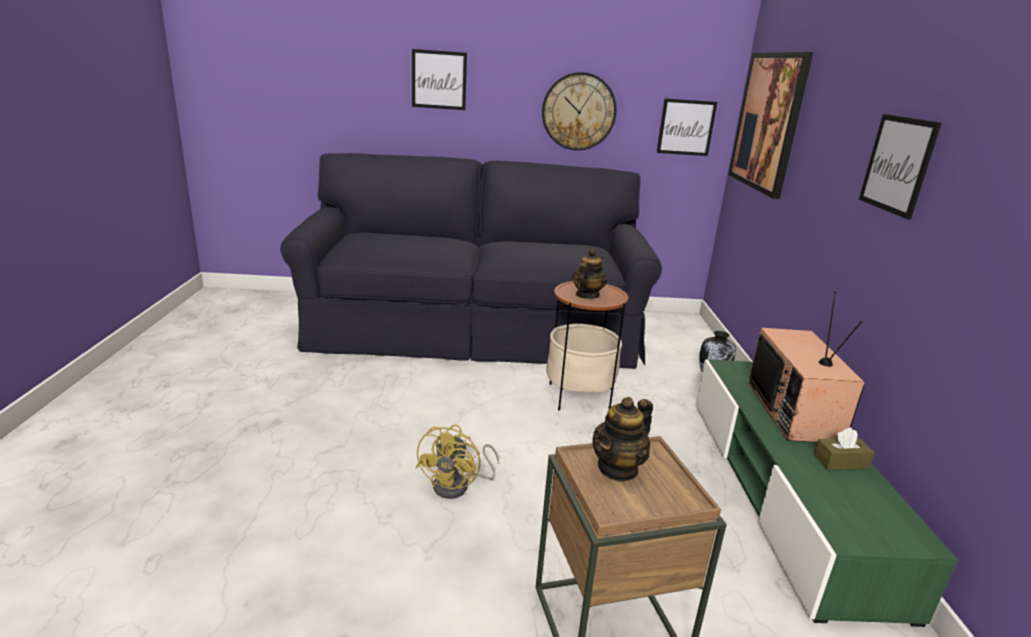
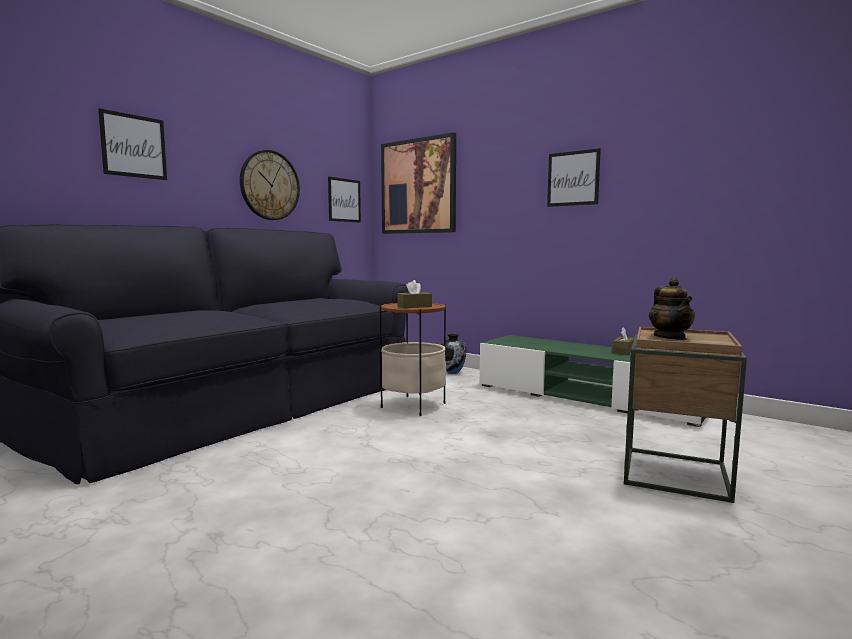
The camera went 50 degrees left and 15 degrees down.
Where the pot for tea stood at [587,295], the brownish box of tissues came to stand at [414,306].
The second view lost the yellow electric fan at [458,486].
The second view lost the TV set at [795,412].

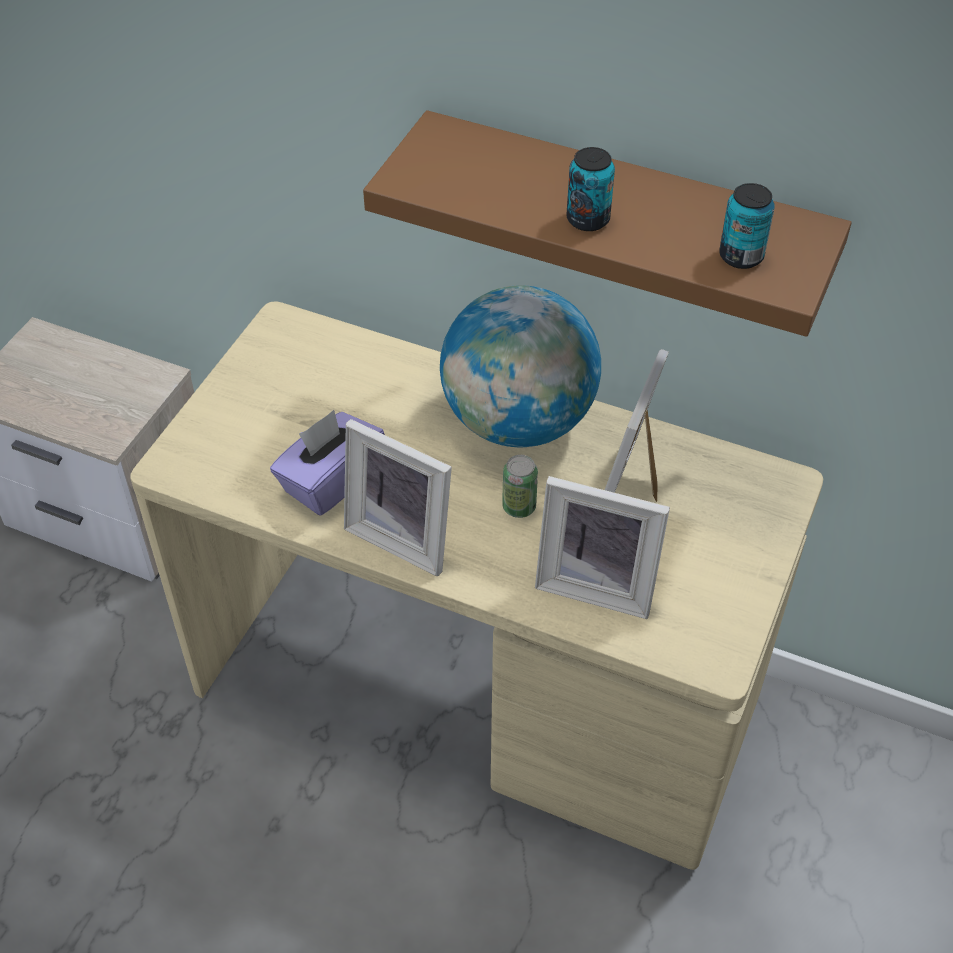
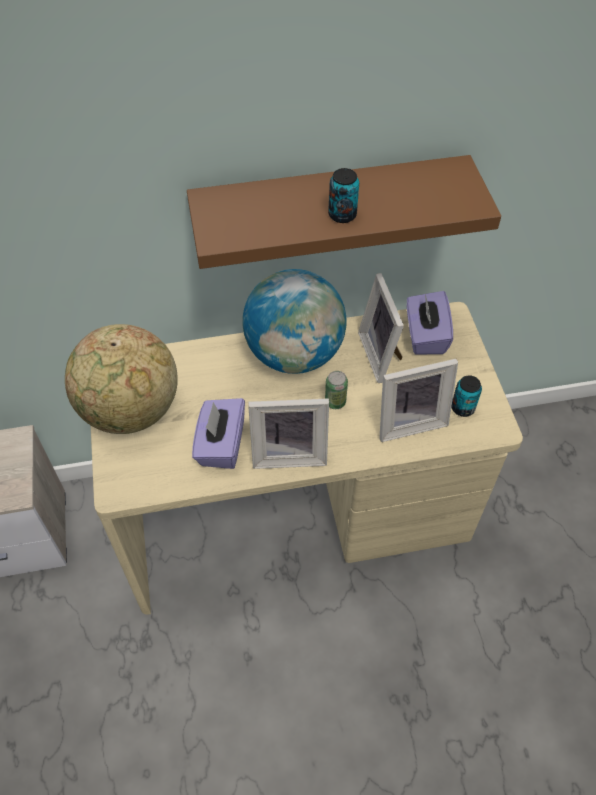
The camera went 35 degrees left and 5 degrees up.
The second view gained the globe at [131,411].
The second view gained the purple-coloured box of tissues at [425,336].
The metal can ended up elsewhere, having gone from [741,256] to [462,408].

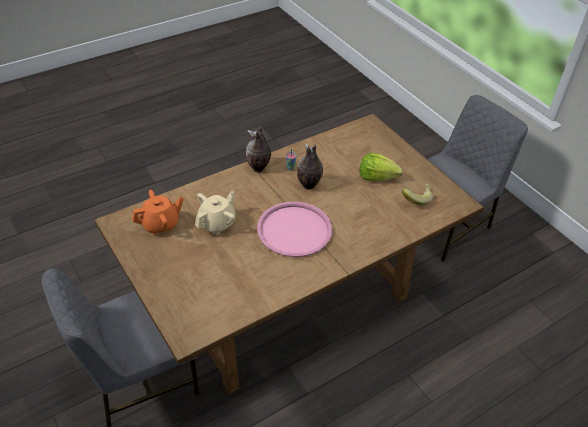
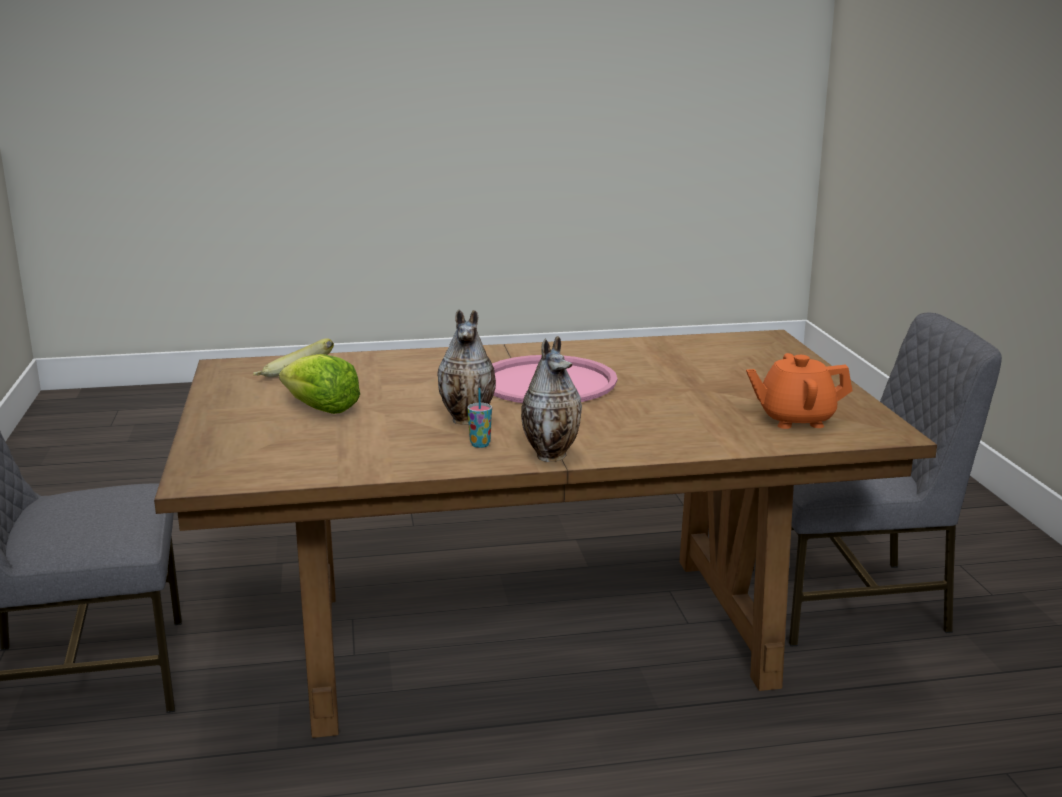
The camera went 155 degrees left and 25 degrees down.
The second view lost the beige pot for tea at [217,223].

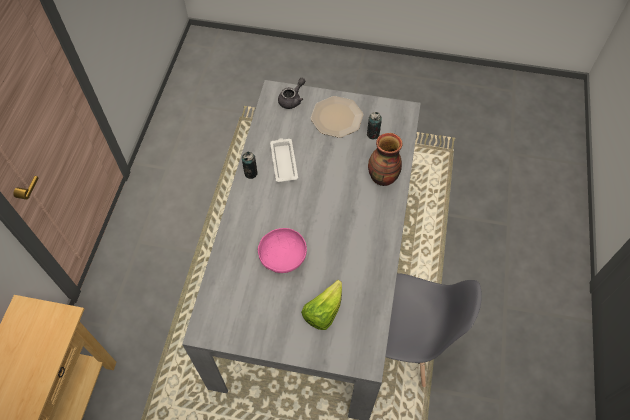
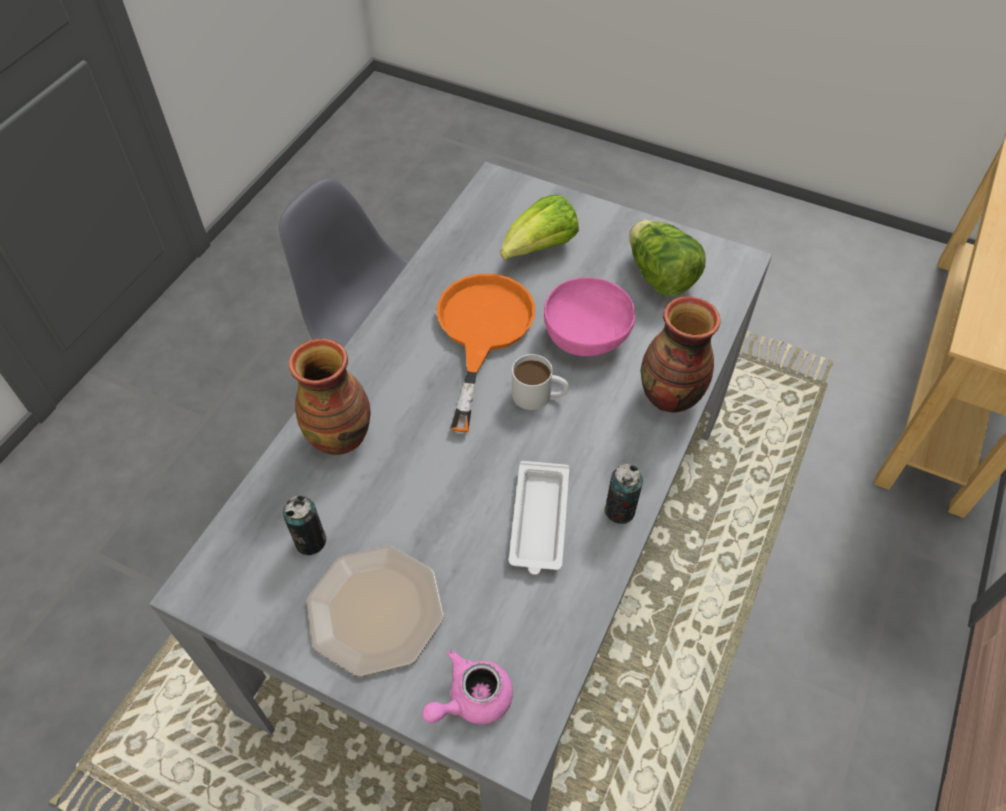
The camera went 165 degrees left and 5 degrees down.
What was the grey pot for tea at [292,100] turned into the pink pot for tea at [471,699].
The second view gained the orange-coloured skillet at [482,332].
The second view gained the white mug at [539,395].
The second view gained the lettuce at [659,276].
The second view gained the flower vase at [669,396].

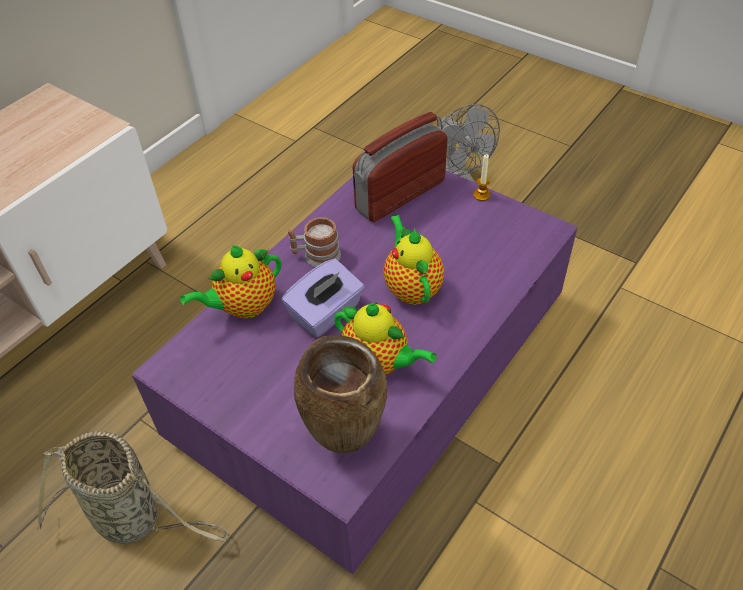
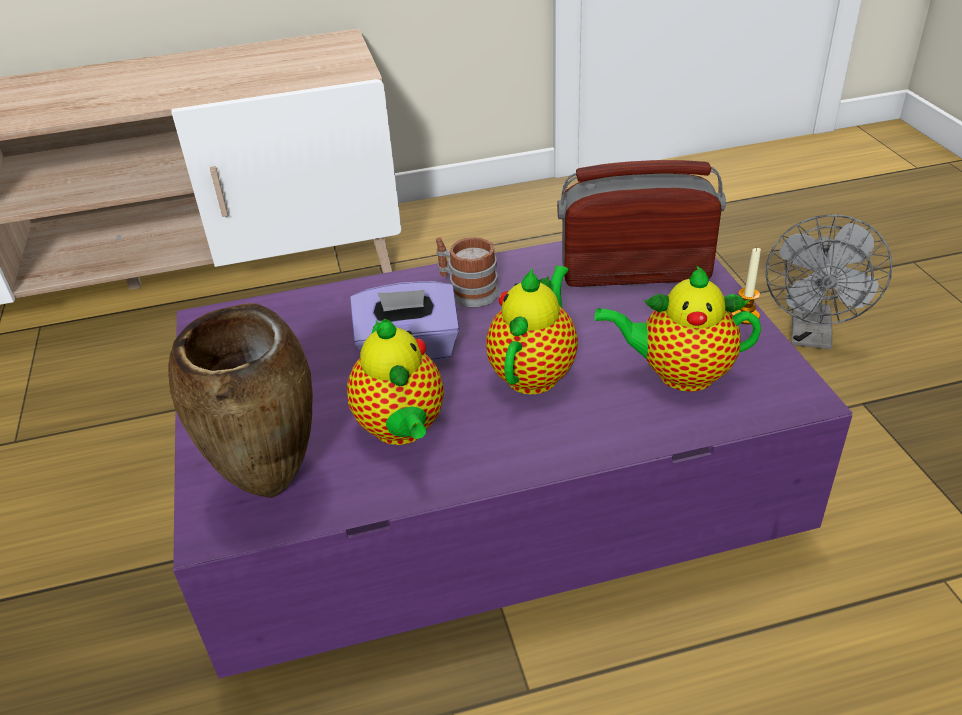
The camera went 40 degrees right and 10 degrees down.
The pot for tea ended up elsewhere, having gone from [243,307] to [679,374].
The second view lost the household basket at [132,518].

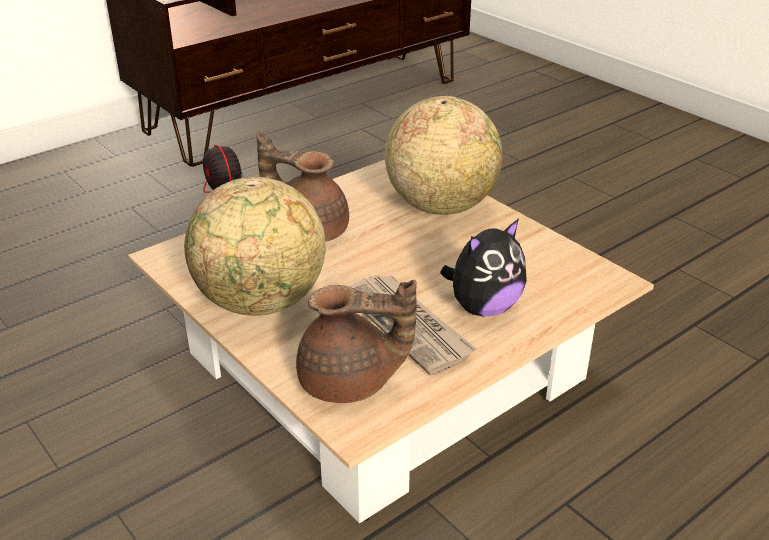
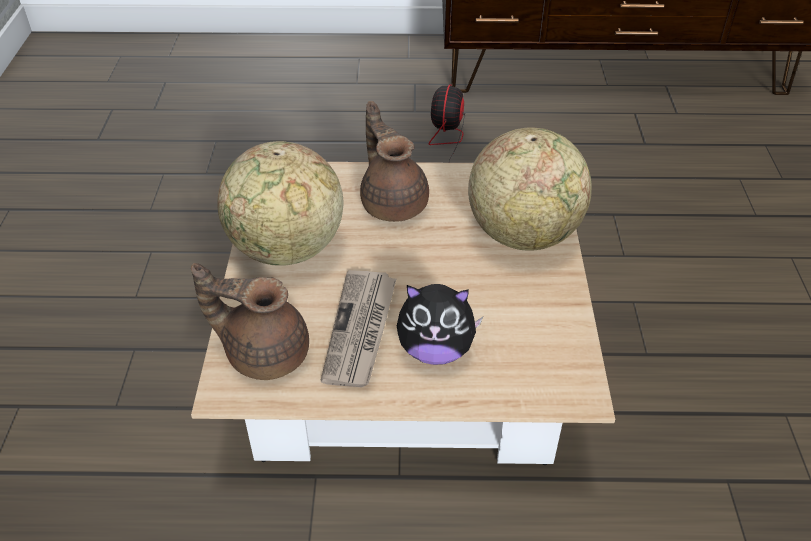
The camera went 40 degrees right and 10 degrees up.
The brownish pot for tea at [350,383] ended up facing another way, 150 degrees clockwise from before.

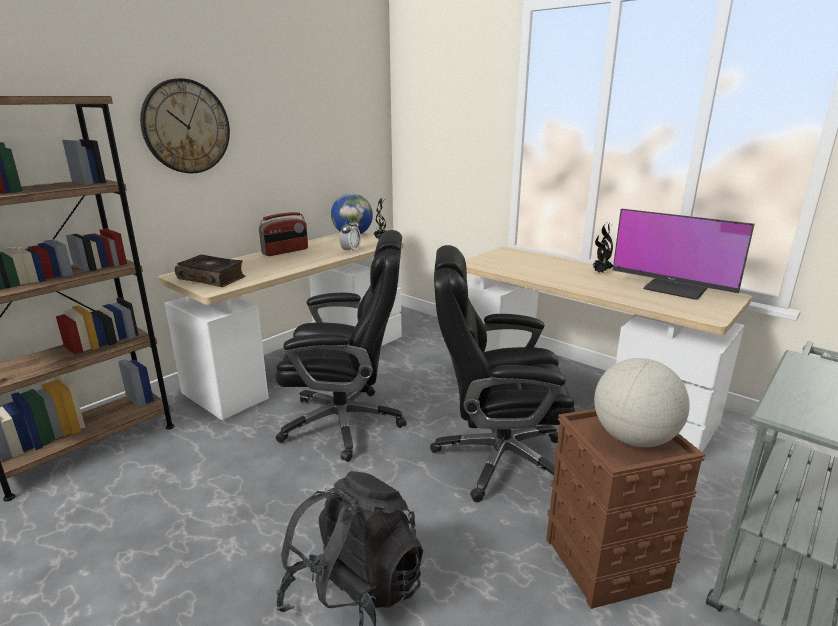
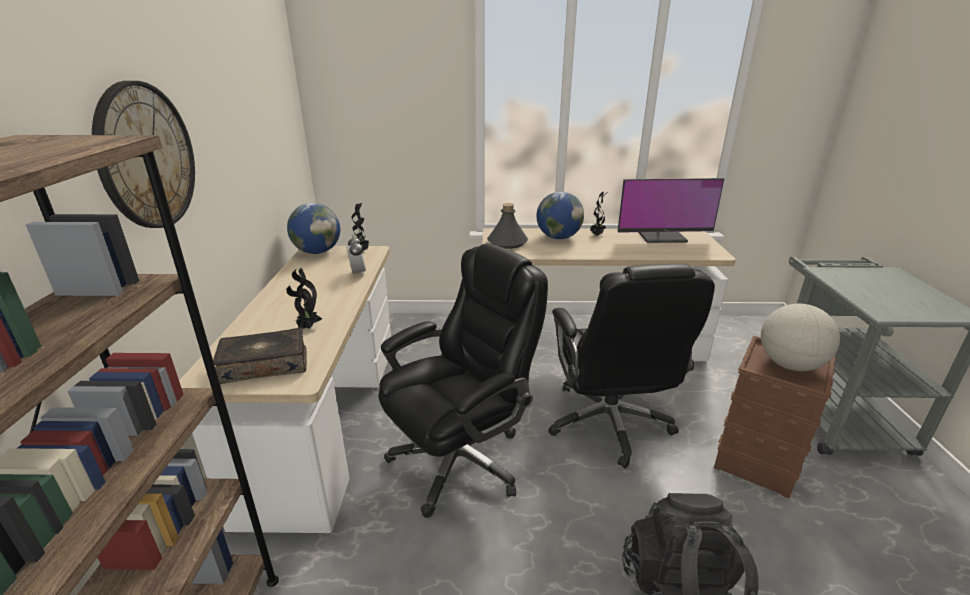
The camera went 40 degrees left and 5 degrees up.
The second view gained the plant in a pot at [308,327].
The second view gained the grey bottle at [507,243].
The second view gained the globe at [558,237].
The black computer chair at [497,458] ended up facing another way, 60 degrees counterclockwise from before.
The second view lost the radio set at [285,251].

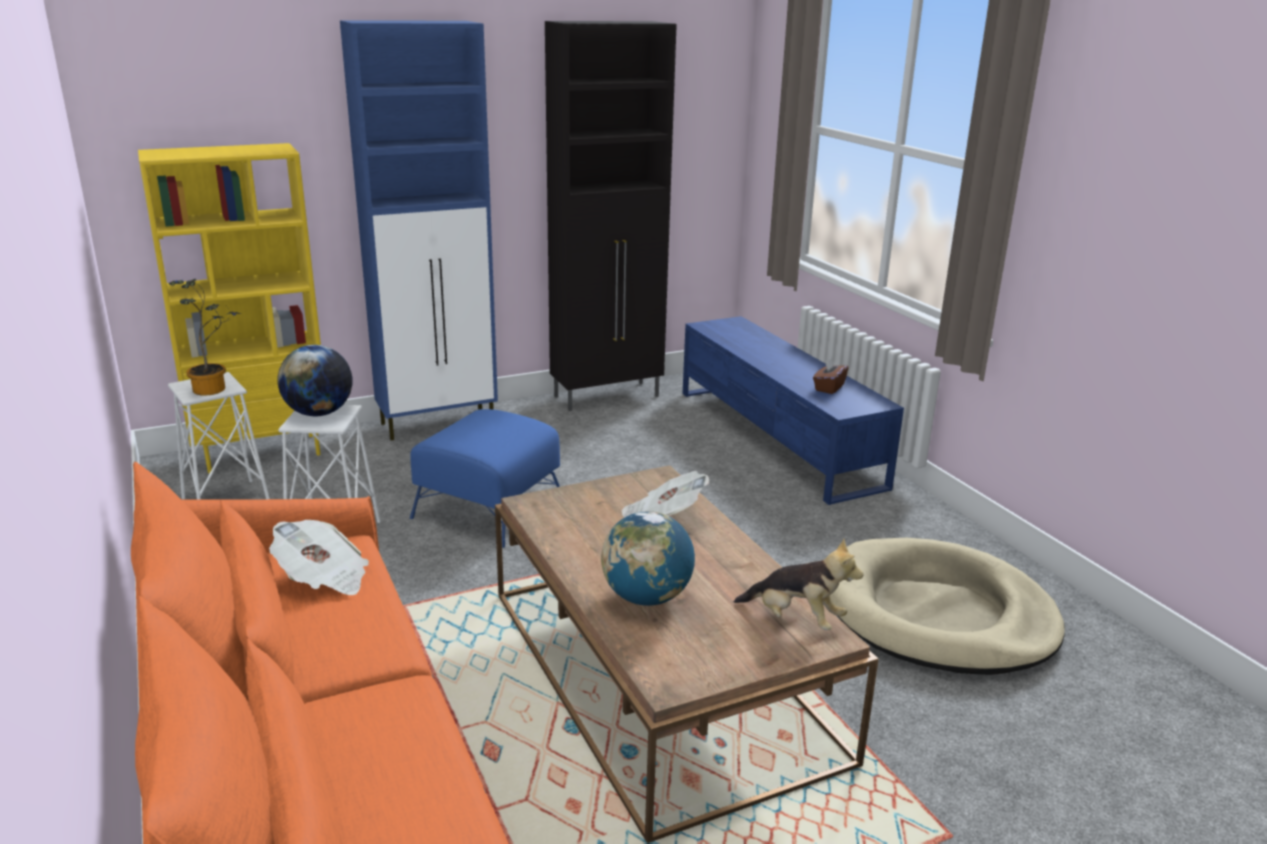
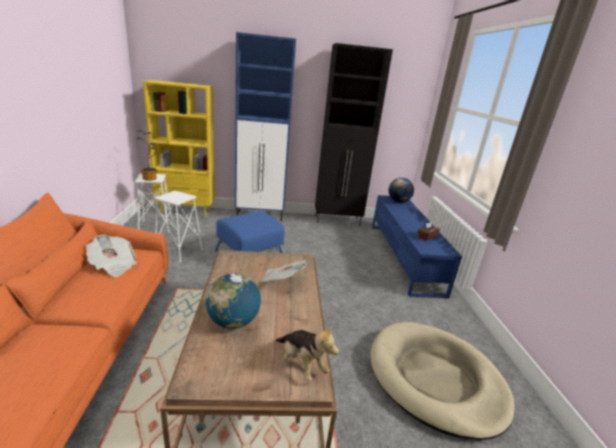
The camera went 20 degrees right and 0 degrees up.
The globe ended up elsewhere, having gone from [319,413] to [398,201].

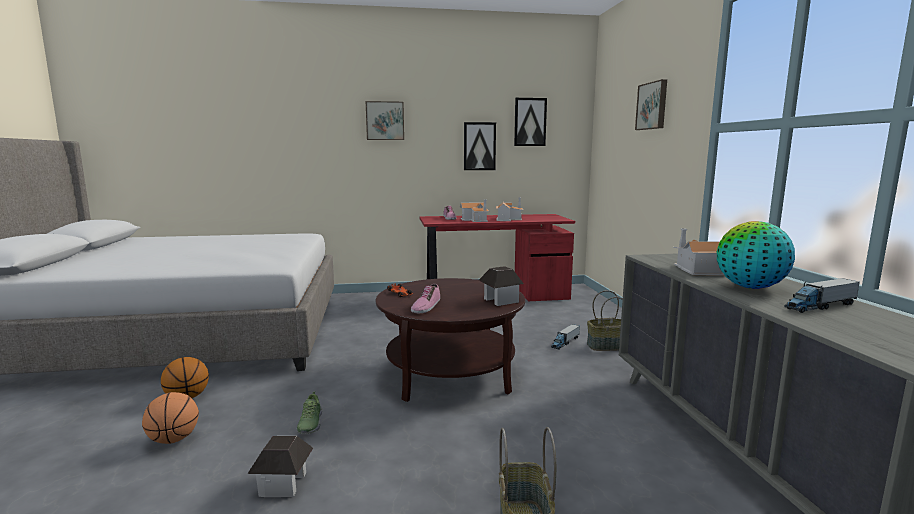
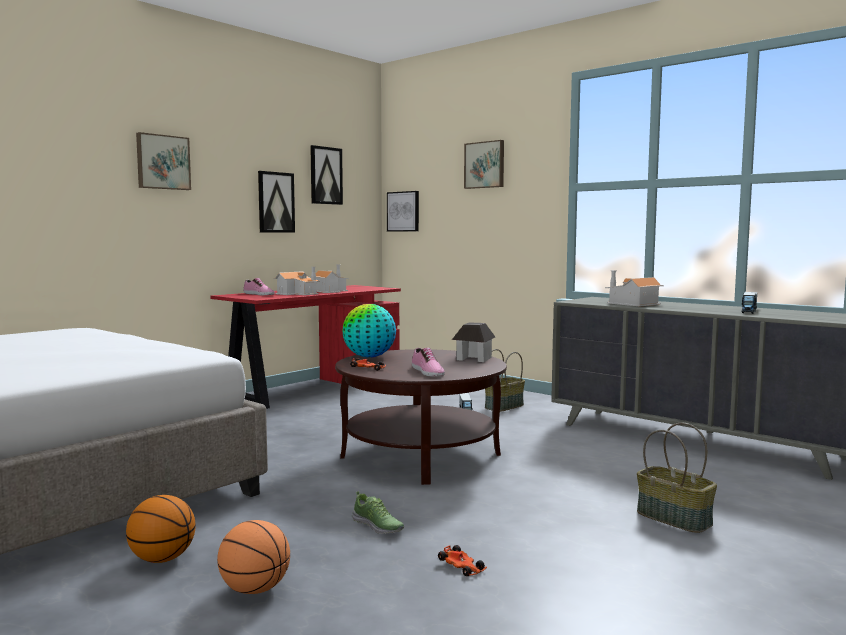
The camera went 40 degrees left and 5 degrees down.
The globe ended up elsewhere, having gone from [750,287] to [369,357].
The second view gained the wall picture at [403,211].
Where the toy house stood at [283,484], the miniature car came to stand at [462,567].

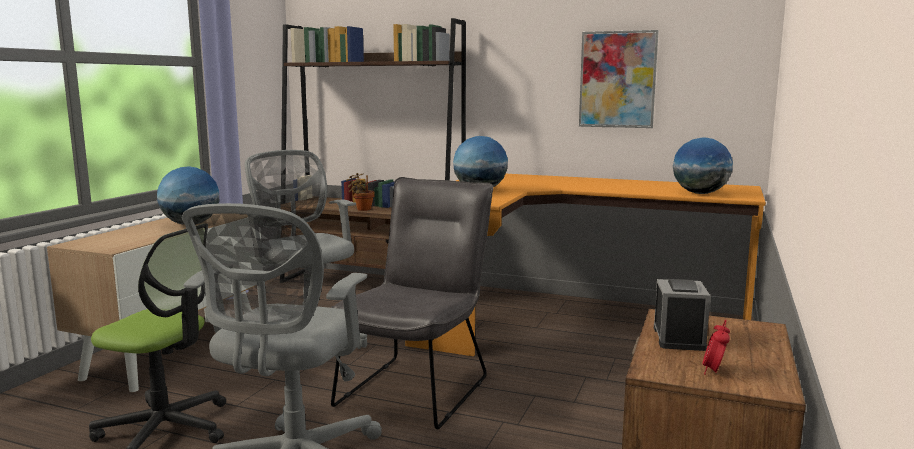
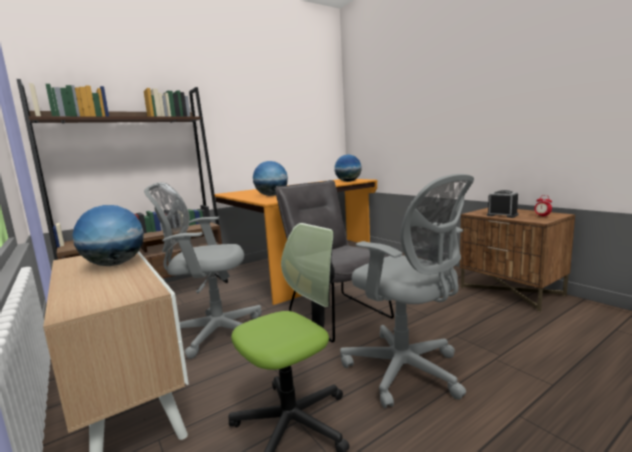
The camera went 55 degrees left and 0 degrees up.
The second view lost the plant in a pot at [362,209].
The second view lost the wall picture at [617,79].

